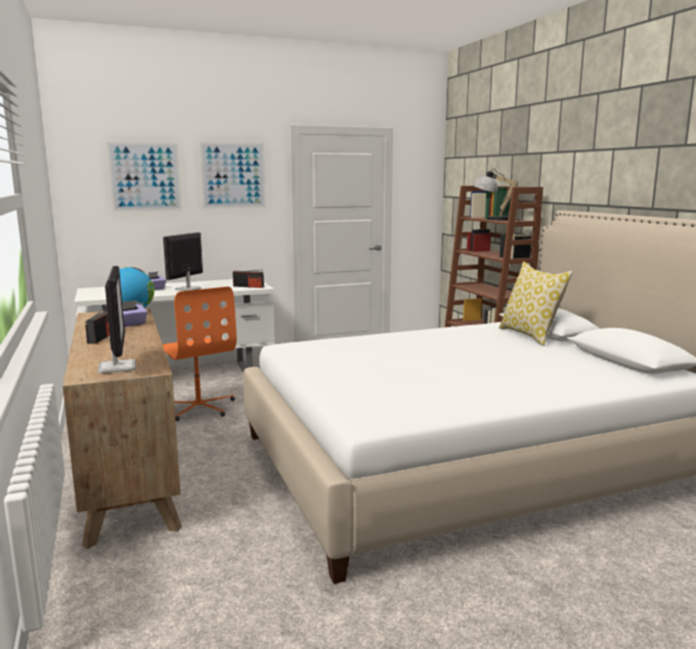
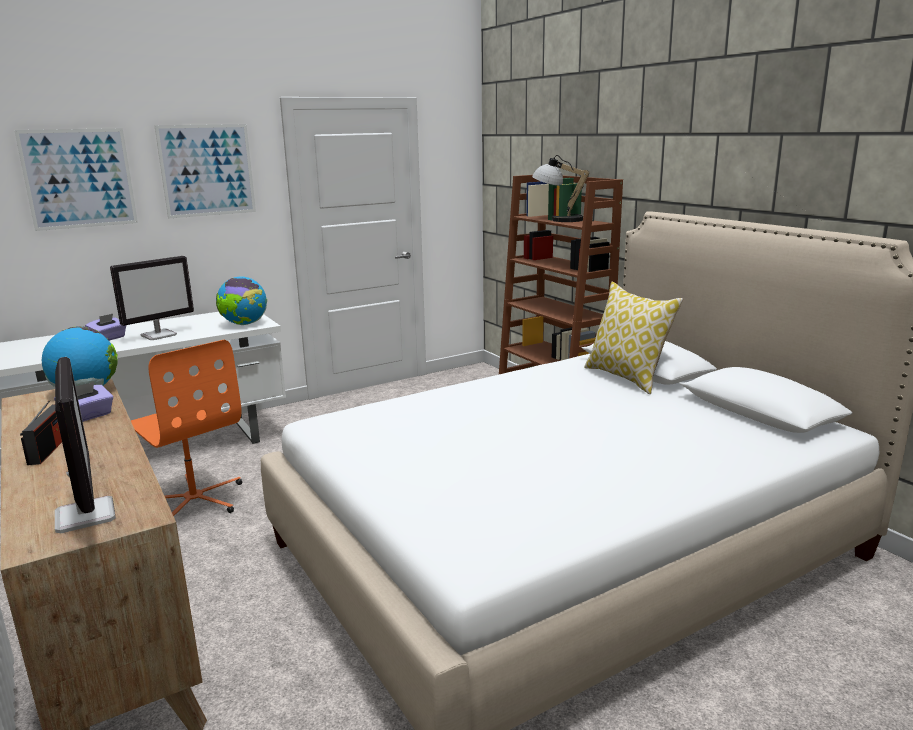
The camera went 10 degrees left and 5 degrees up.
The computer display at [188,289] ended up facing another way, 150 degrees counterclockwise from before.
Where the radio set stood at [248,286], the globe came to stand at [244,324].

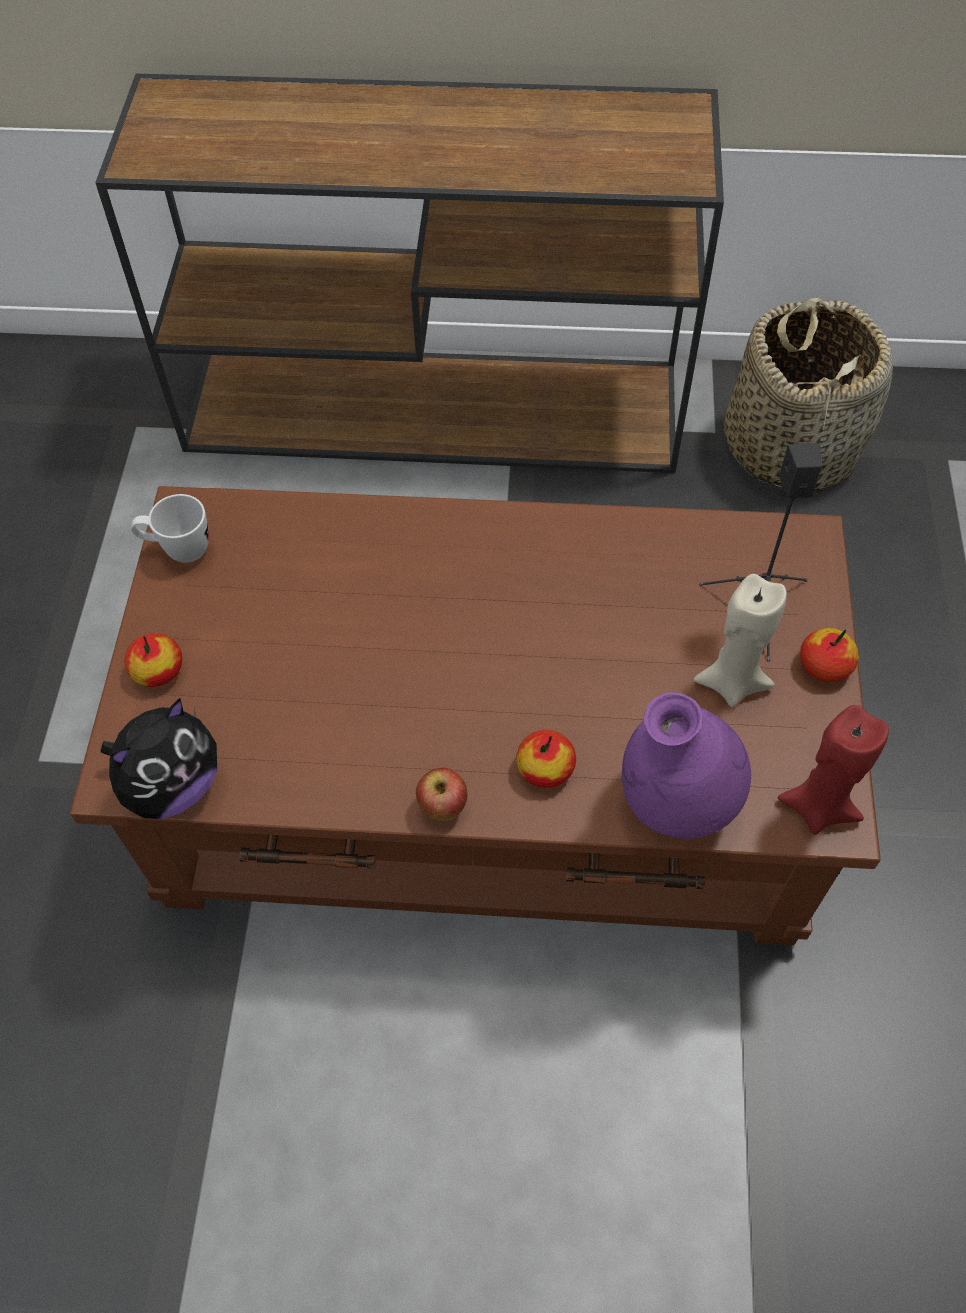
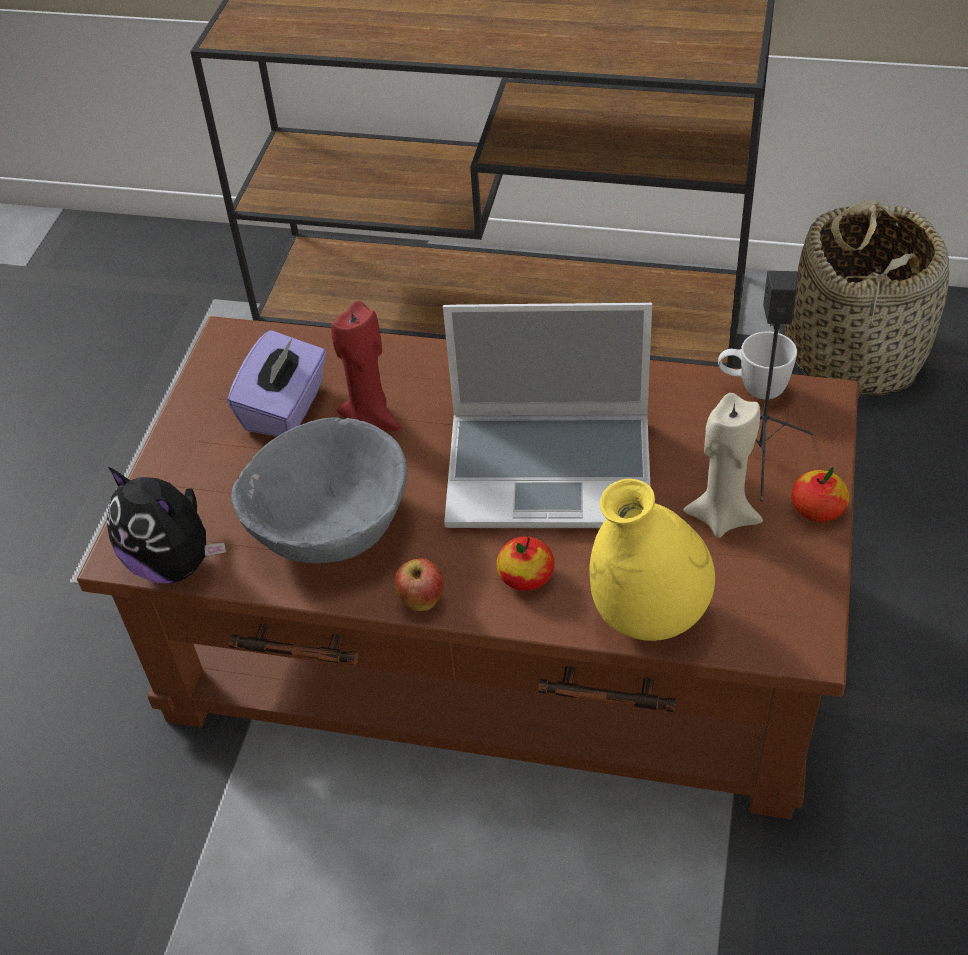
The camera went 10 degrees right and 10 degrees down.
The plush toy at [173,786] ended up facing another way, 75 degrees clockwise from before.
The second view gained the purple-coloured box of tissues at [285,408].
The second view gained the grey deep dish at [328,525].
The red-coloured candle ended up elsewhere, having gone from [818,806] to [371,421].
The second view gained the laptop at [552,471].
What was the purple-coloured flower vase at [676,802] turned into the yellow flower vase at [648,616].
The white mug ended up elsewhere, having gone from [178,550] to [753,389].
The second view lost the whole apple at [158,671].

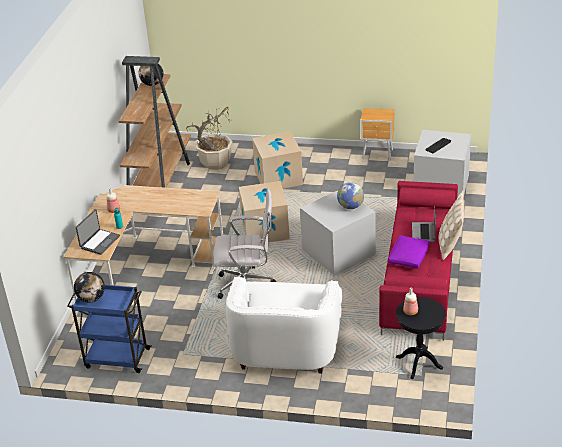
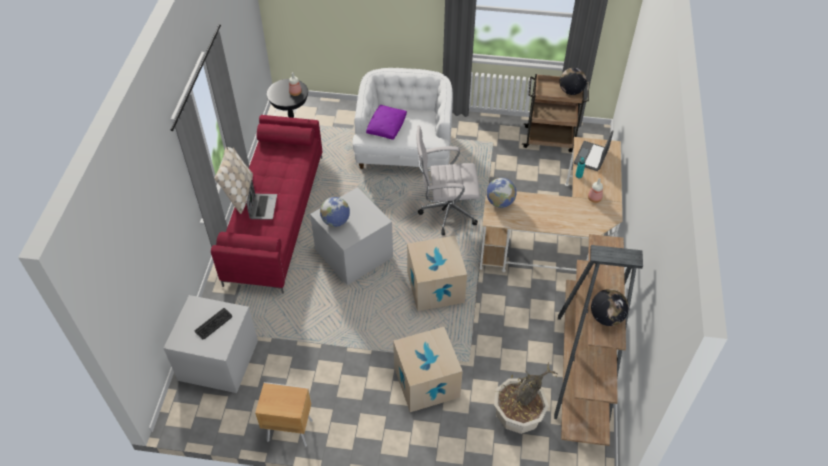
The camera went 175 degrees right and 15 degrees up.
The purple-coloured cushion ended up elsewhere, having gone from [408,257] to [386,126].
The second view gained the globe at [500,202].
What was the bluish trolley at [116,358] turned into the brownish trolley at [550,139].

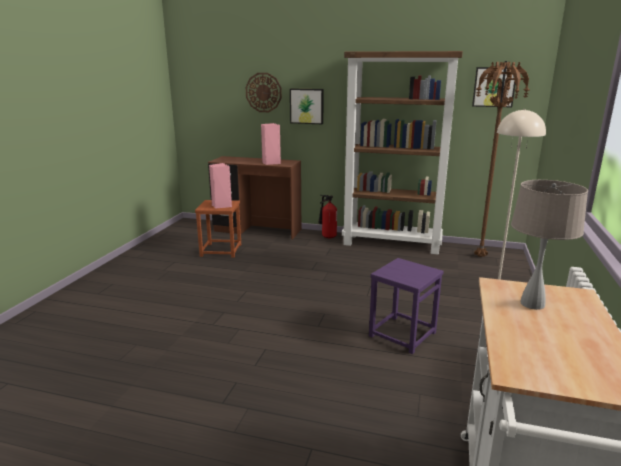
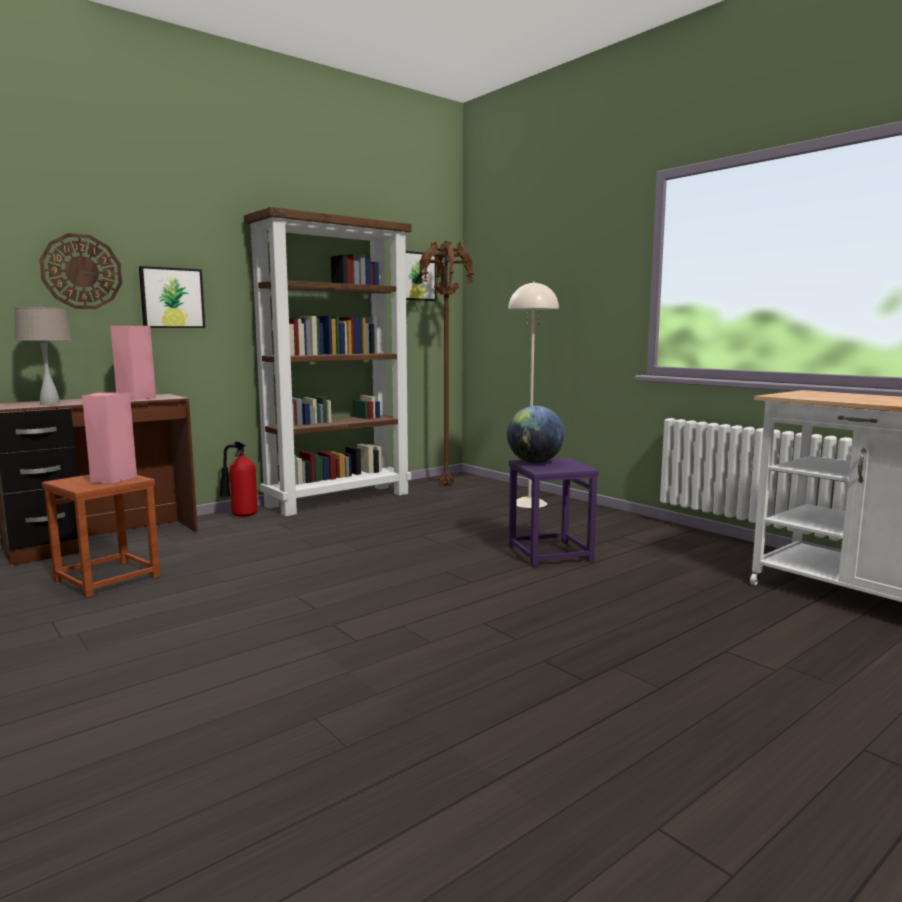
The camera went 55 degrees left and 10 degrees down.
The beige tabletop lamp ended up elsewhere, having gone from [532,303] to [49,403].
The second view gained the globe at [535,462].

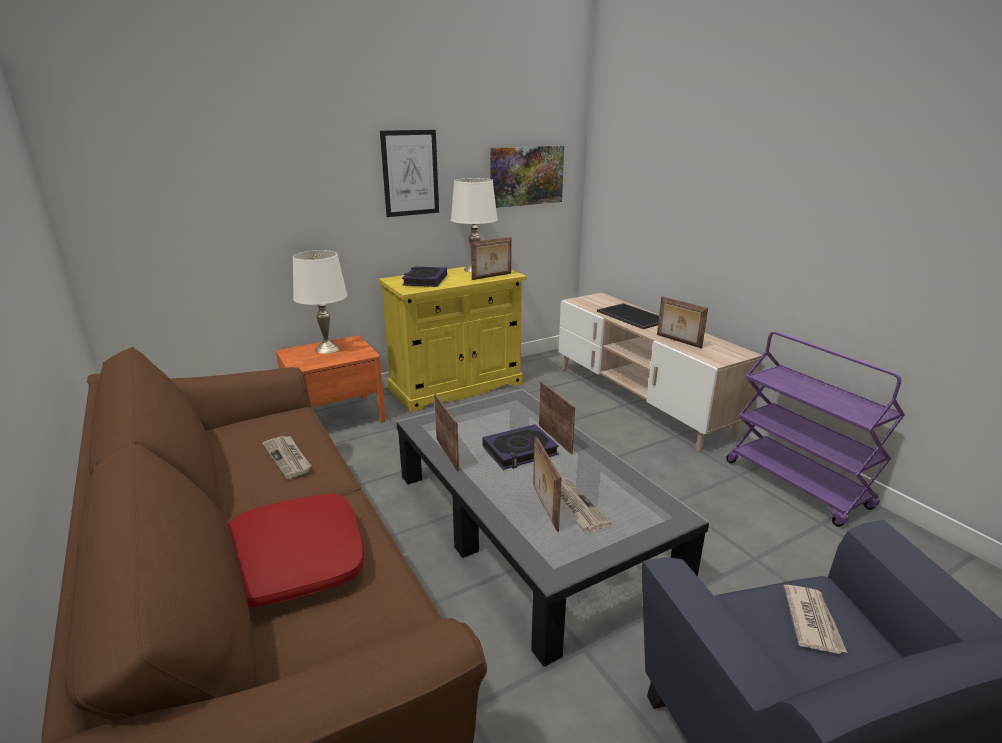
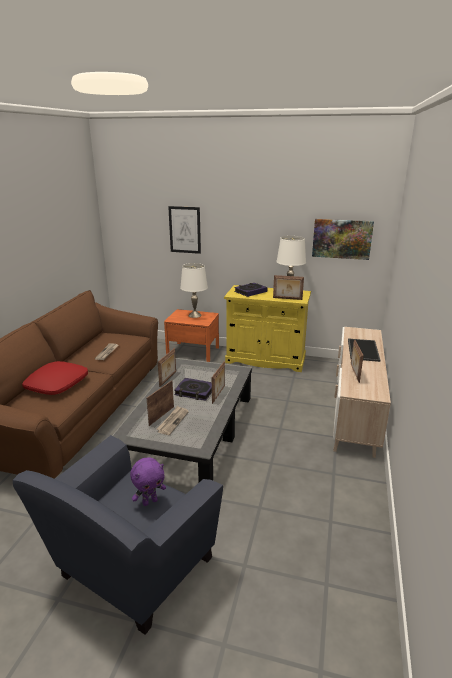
The camera went 45 degrees right and 0 degrees up.
Where the daily paper stood at [812,620], the purple-coloured plush toy came to stand at [150,501].
The wall picture ended up elsewhere, having gone from [410,173] to [185,230].
The second view lost the purple-coloured trolley at [797,485].

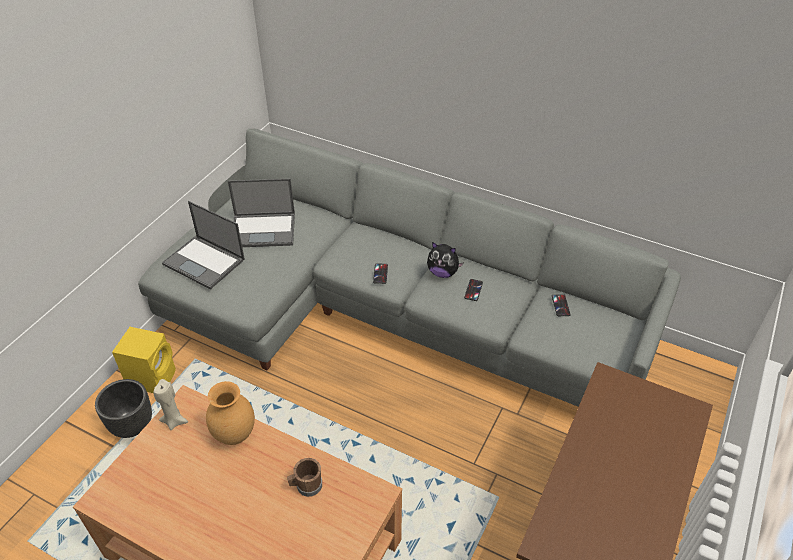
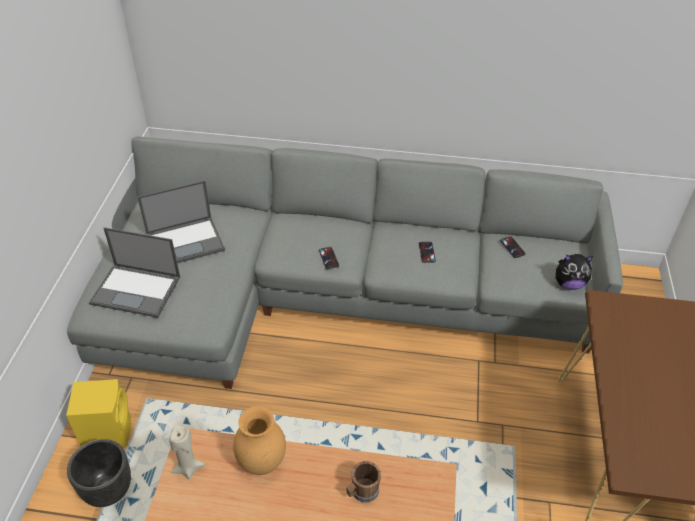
The camera went 20 degrees left and 0 degrees up.
The plush toy ended up elsewhere, having gone from [443,273] to [569,284].

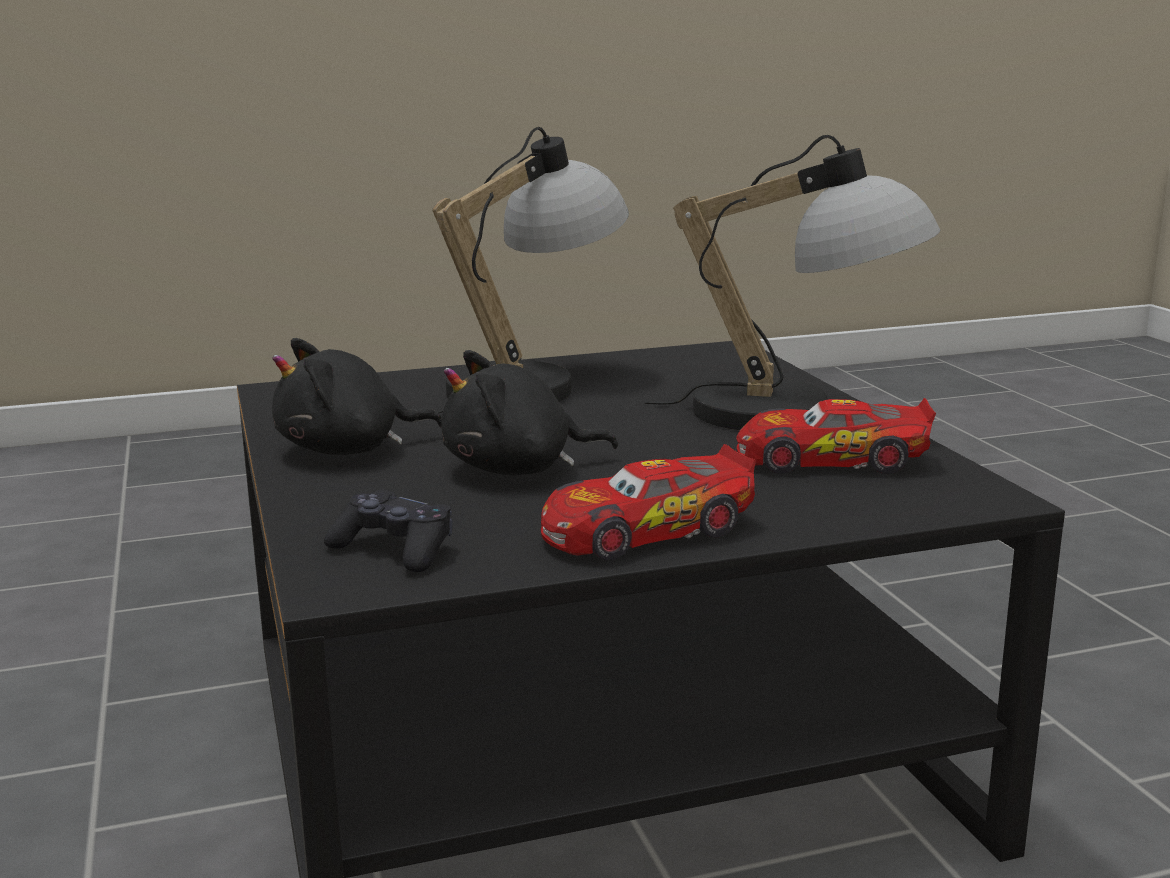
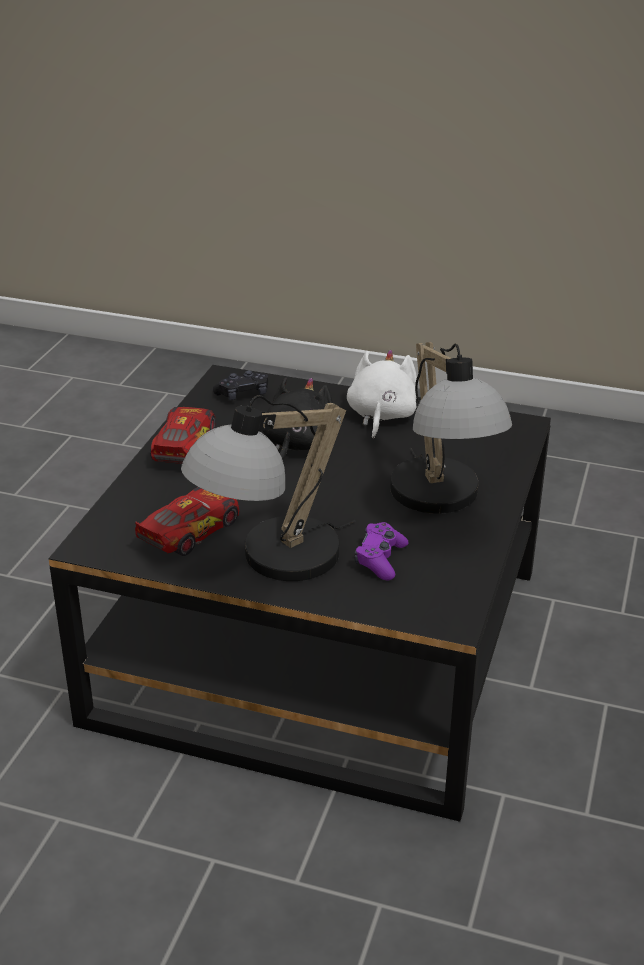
The camera went 125 degrees right and 15 degrees up.
What was the black plush toy at [348,450] turned into the white plush toy at [380,416].
The second view gained the purple-coloured game controller at [380,559].

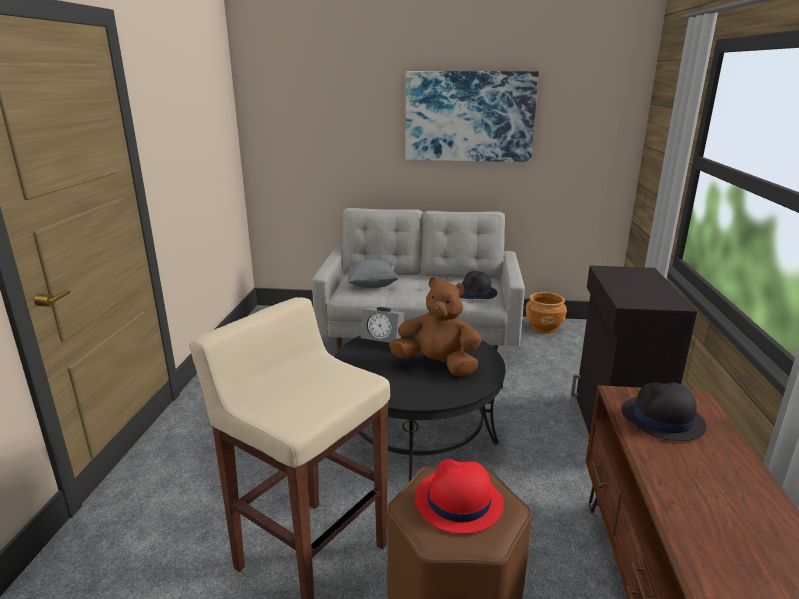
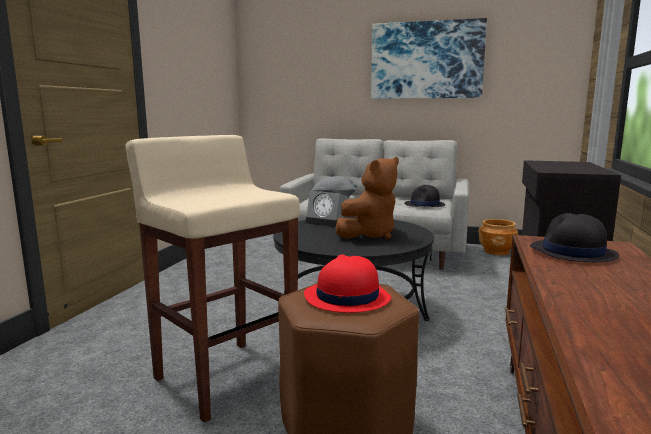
The camera went 10 degrees right and 10 degrees down.
The brownish plush toy at [437,365] ended up facing another way, 105 degrees clockwise from before.

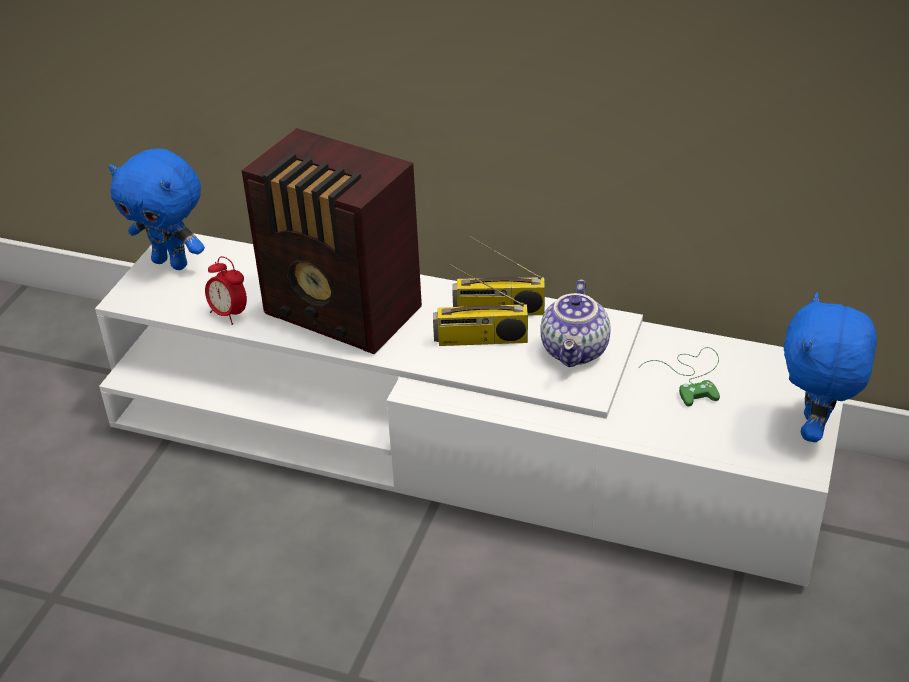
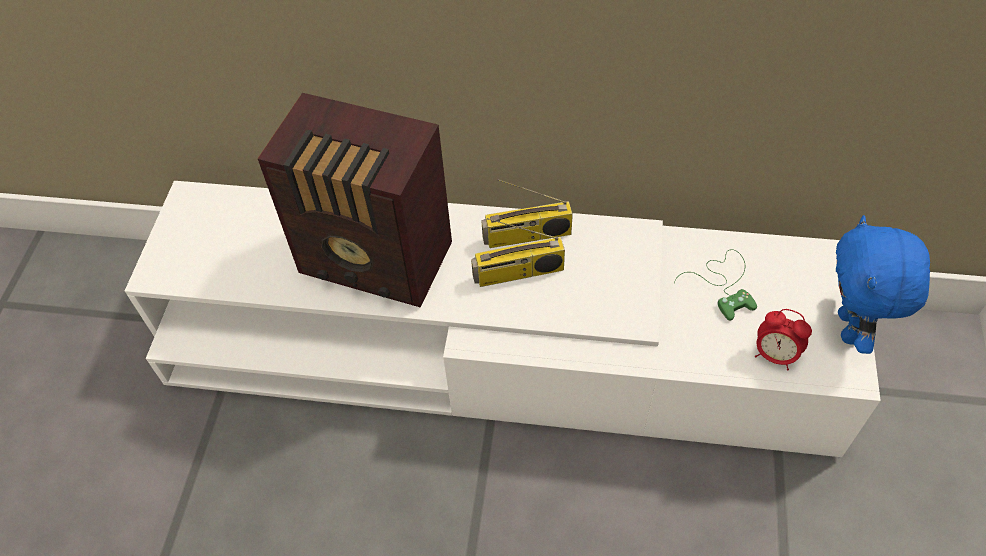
The camera went 10 degrees left and 15 degrees up.
The table clock ended up elsewhere, having gone from [229,314] to [774,355].
The second view lost the bluish plush toy at [172,262].
The second view lost the pot for tea at [576,351].

